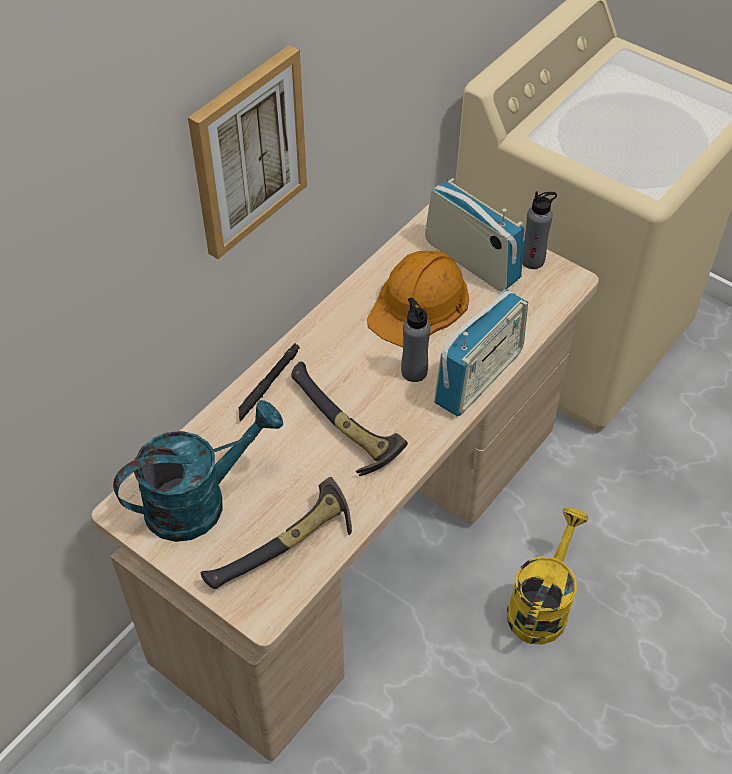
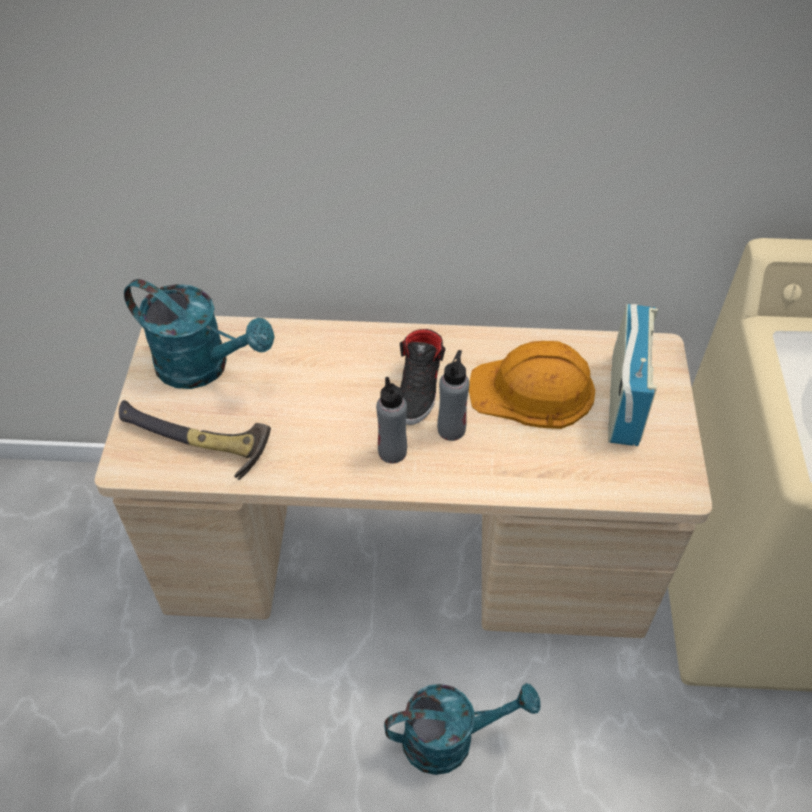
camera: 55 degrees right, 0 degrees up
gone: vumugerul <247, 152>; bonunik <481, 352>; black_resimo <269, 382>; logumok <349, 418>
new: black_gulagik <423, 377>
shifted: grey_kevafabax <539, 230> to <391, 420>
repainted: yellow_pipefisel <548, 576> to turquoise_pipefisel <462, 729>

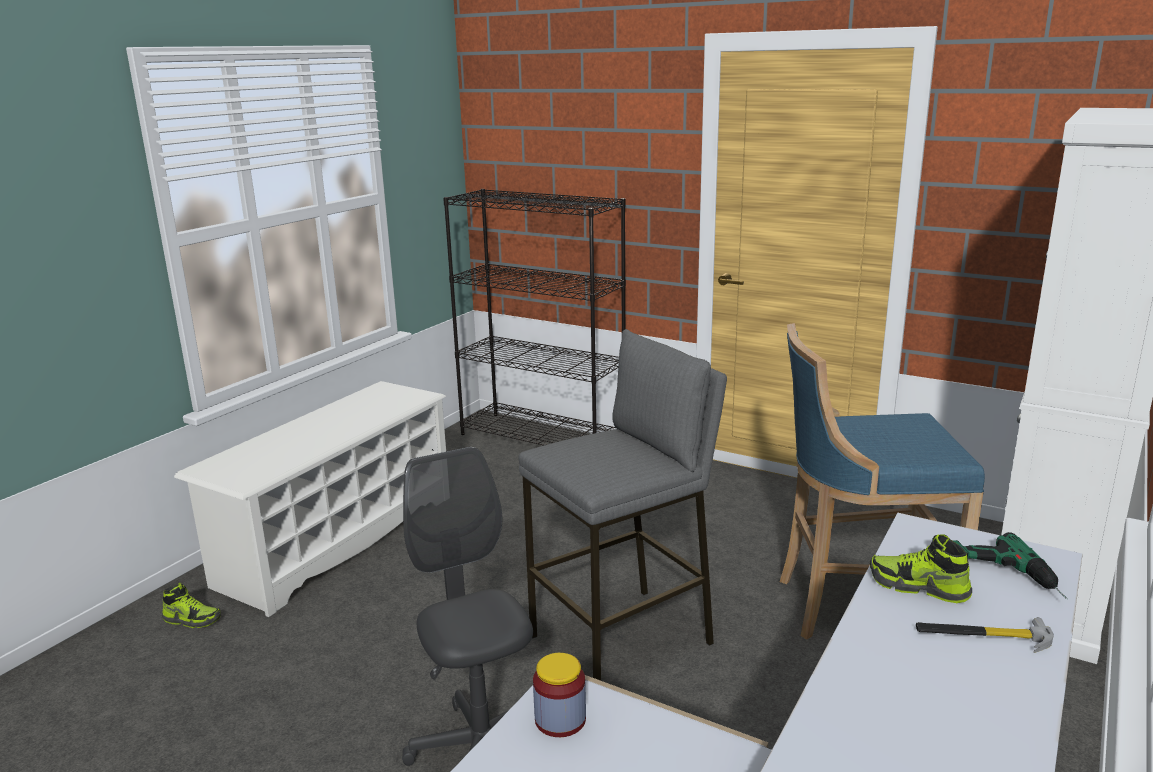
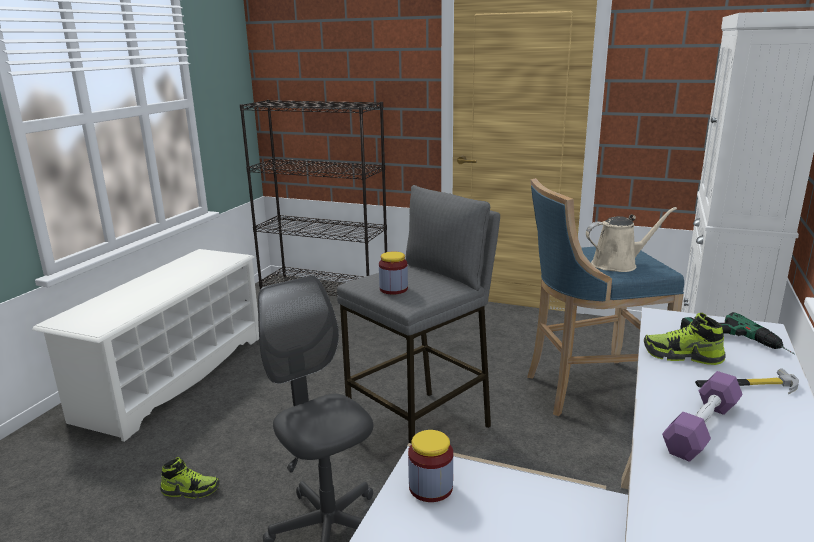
camera: 10 degrees left, 0 degrees up
new: beige_pipefisel <631, 239>; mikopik <393, 273>; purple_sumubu <702, 416>
shifted: gulagik <191, 605> to <190, 478>

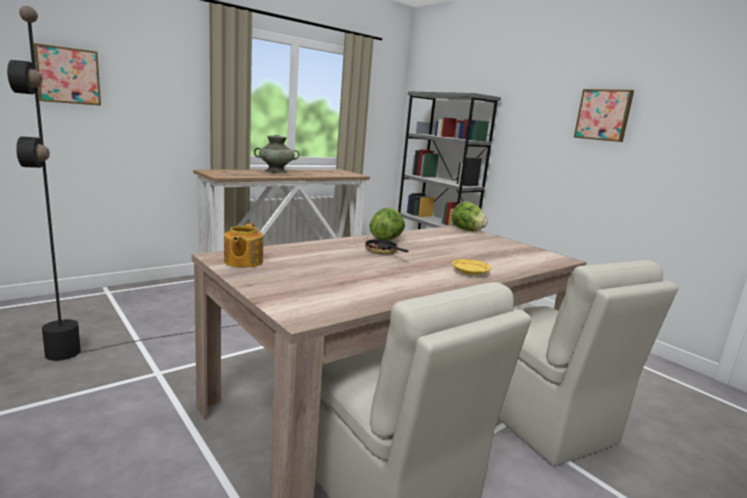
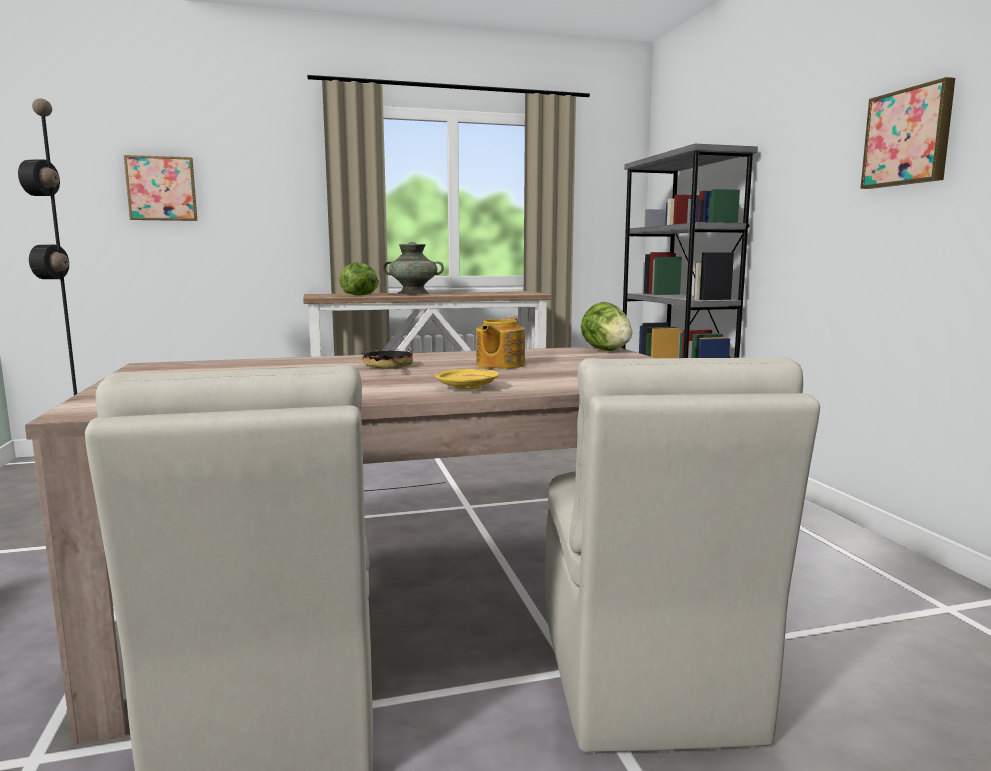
camera: 25 degrees right, 5 degrees down
shifted: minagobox <387, 224> to <359, 278>; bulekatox <243, 245> to <500, 343>

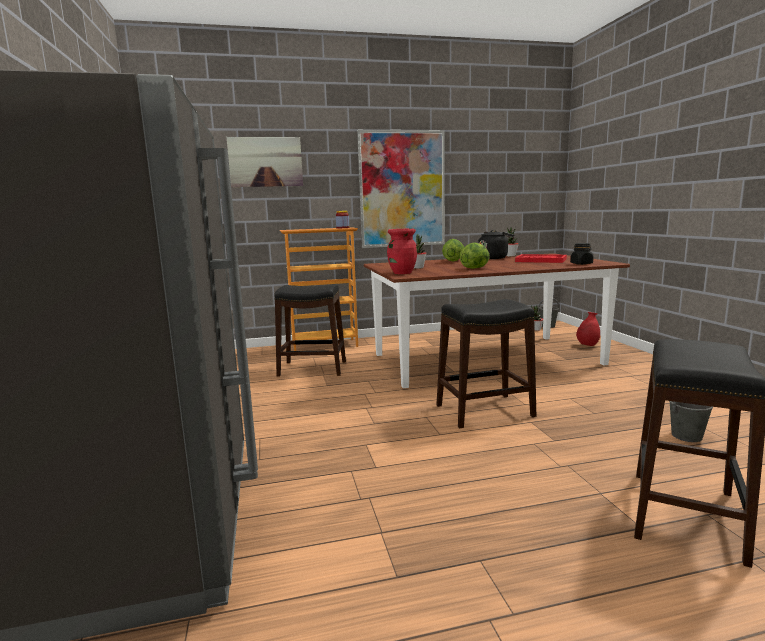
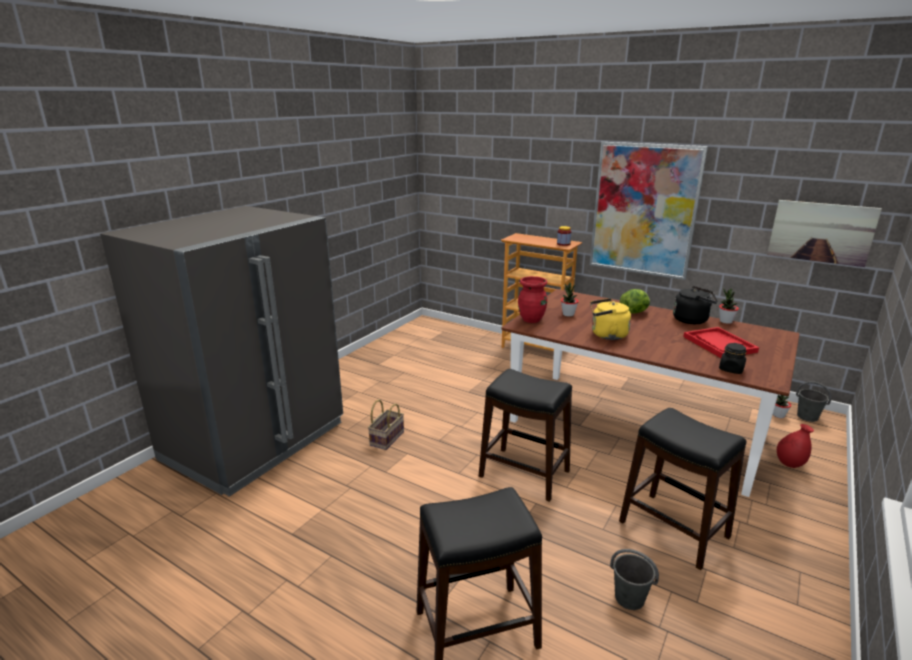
camera: 45 degrees right, 10 degrees up
new: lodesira <386, 424>
shifted: vumugerul <265, 162> to <824, 233>; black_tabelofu <310, 330> to <683, 489>
swapped: minagobox <474, 255> to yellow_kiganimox <610, 319>

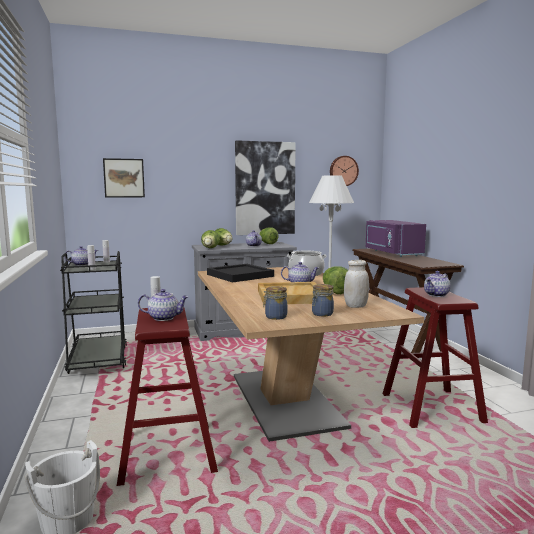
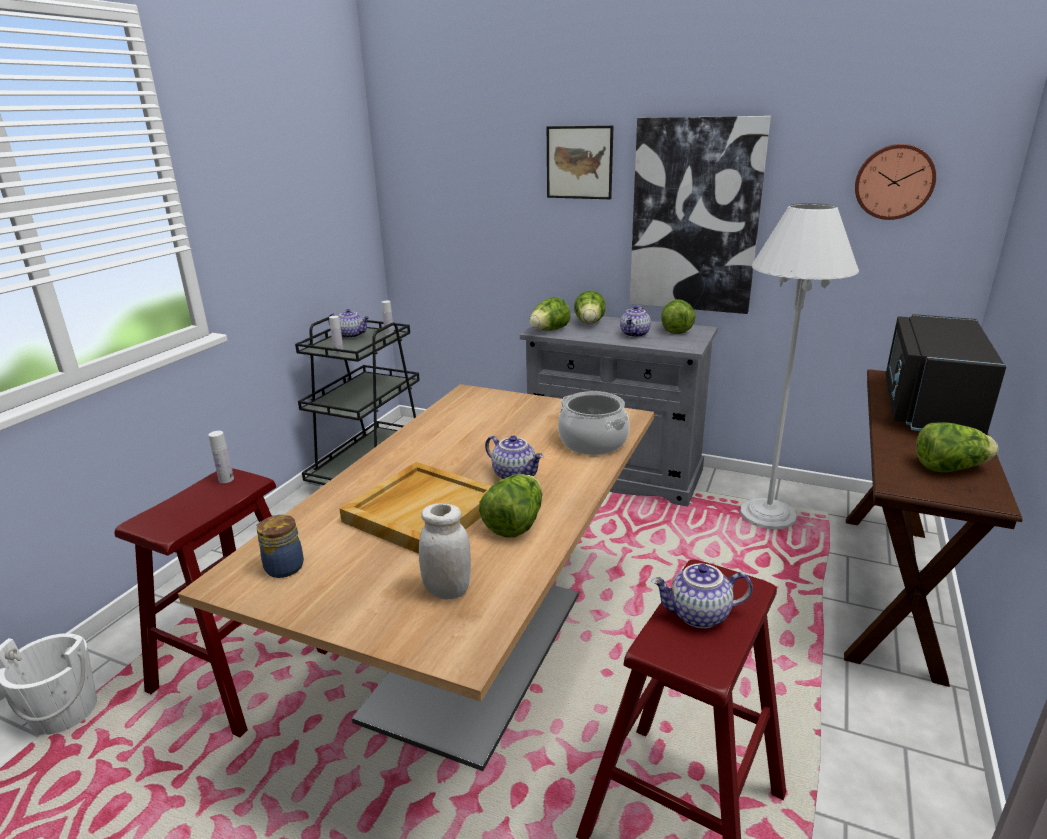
camera: 40 degrees right, 15 degrees up
gone: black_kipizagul <240, 273>; mikopik <323, 300>; bulekatox <163, 305>
new: minagobox <957, 447>
shifted: vumugerul <124, 178> to <580, 162>
repainted: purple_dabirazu <396, 238> to black_dabirazu <945, 374>

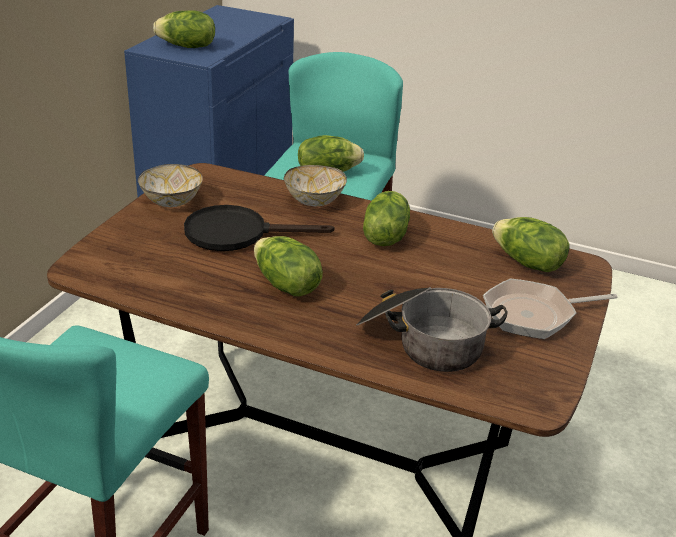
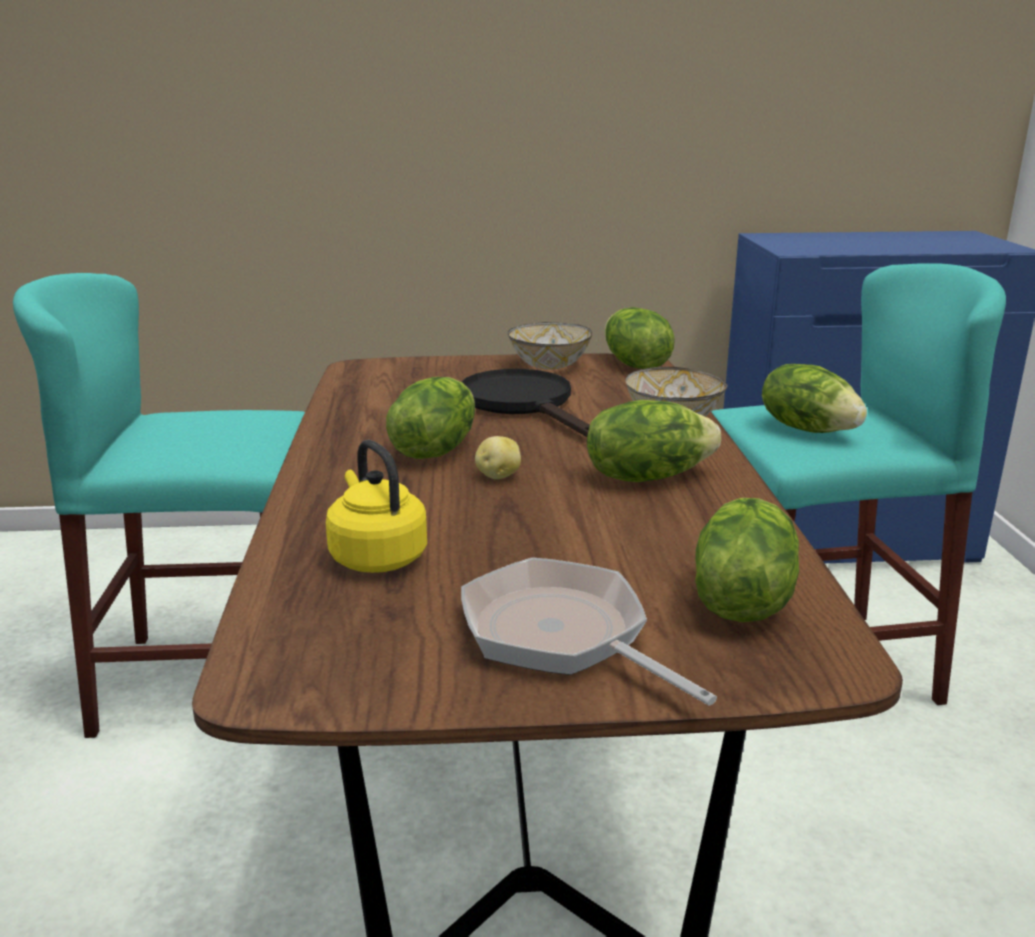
camera: 65 degrees right, 10 degrees down
new: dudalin <498, 457>
shifted: minagobox <184, 29> to <640, 338>
swapped: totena <432, 329> to yellow_kiganimox <376, 506>

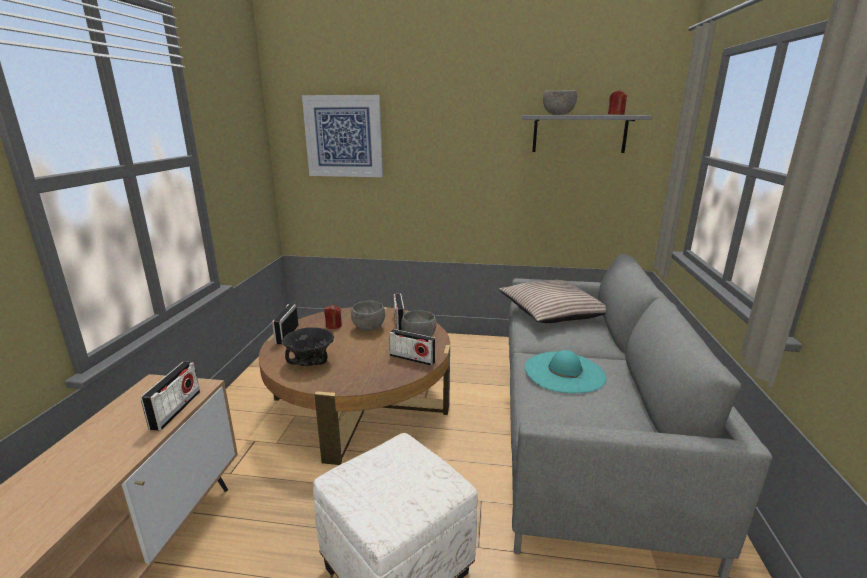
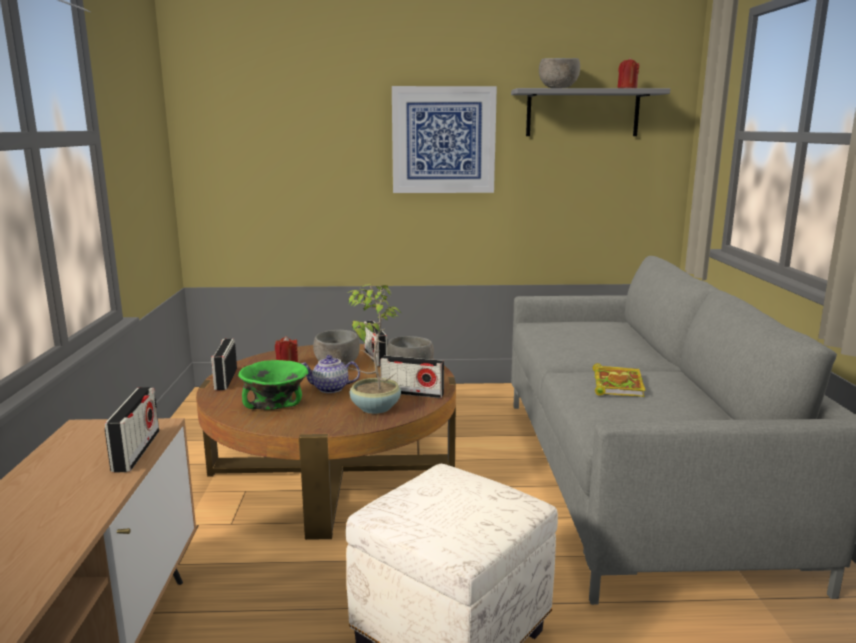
camera: 10 degrees left, 5 degrees down
gone: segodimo <552, 301>
new: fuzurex <374, 349>; bulekatox <330, 374>
shifted: vumugerul <342, 136> to <444, 139>
swapped: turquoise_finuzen <566, 371> to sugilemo <619, 380>
repainted: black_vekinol <308, 346> to green_vekinol <273, 385>

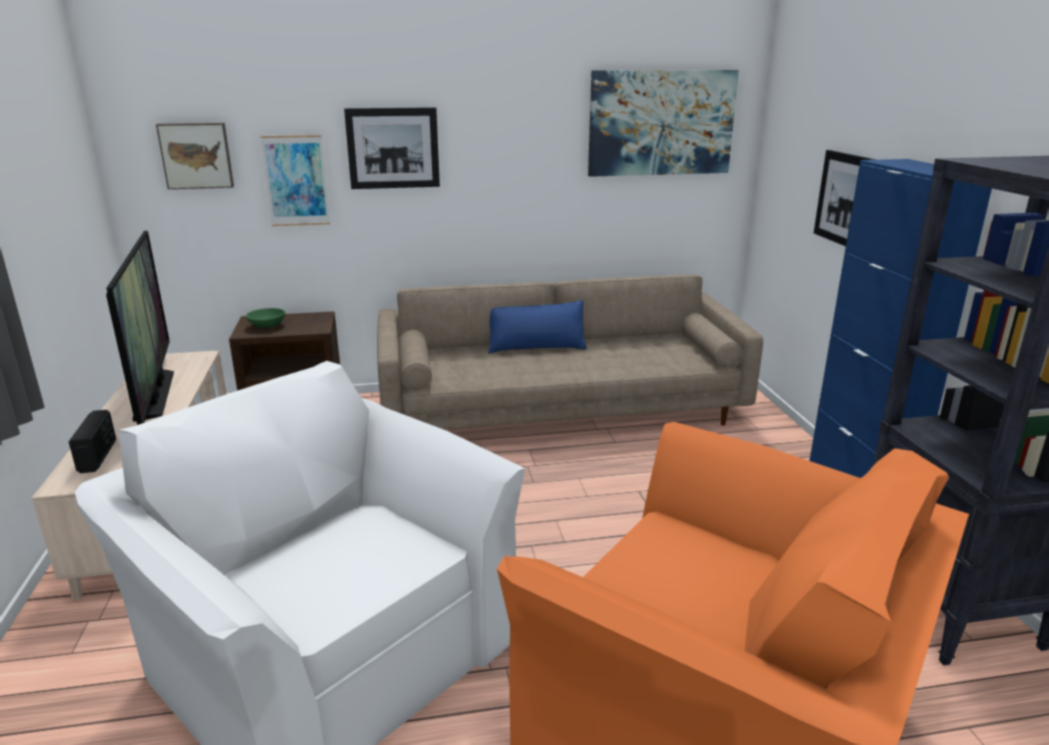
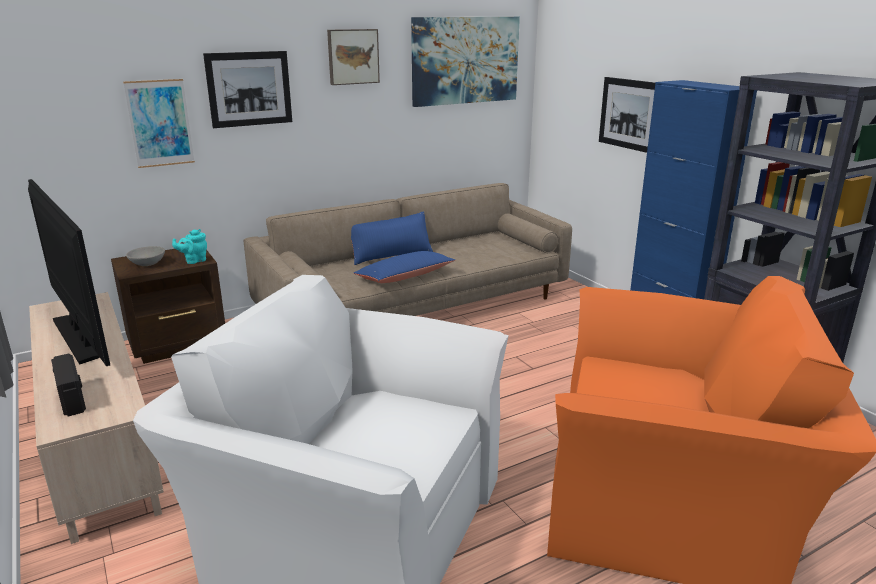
camera: 20 degrees left, 0 degrees up
new: turquoise_bulekatox <189, 246>; blue_segodimo <404, 267>
shifted: vumugerul <195, 156> to <353, 57>
repainted: green_vekinol <265, 318> to grey_vekinol <145, 256>

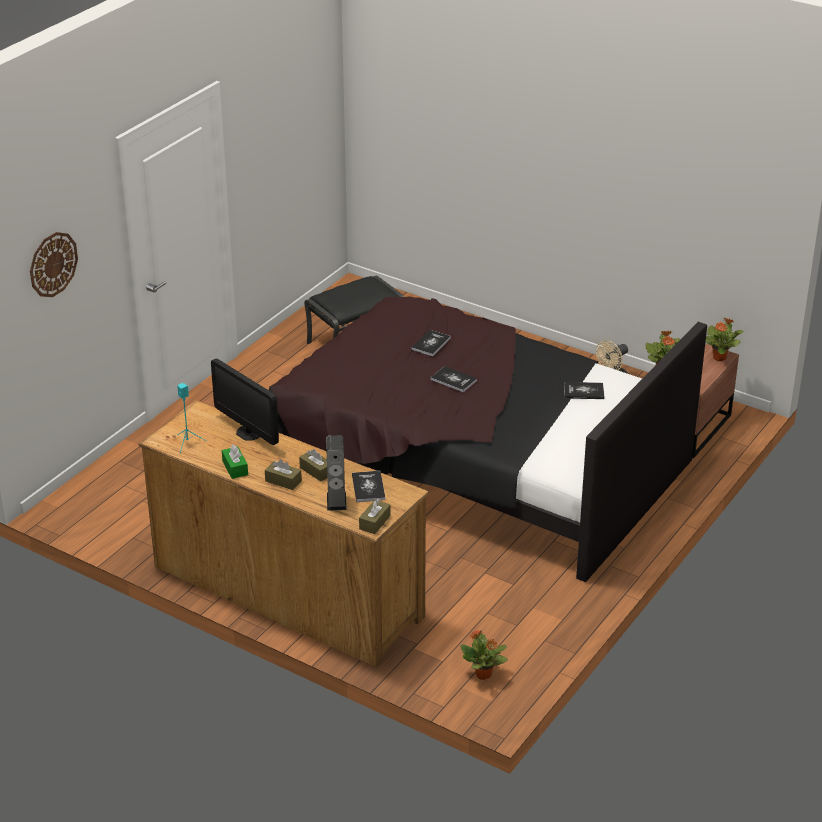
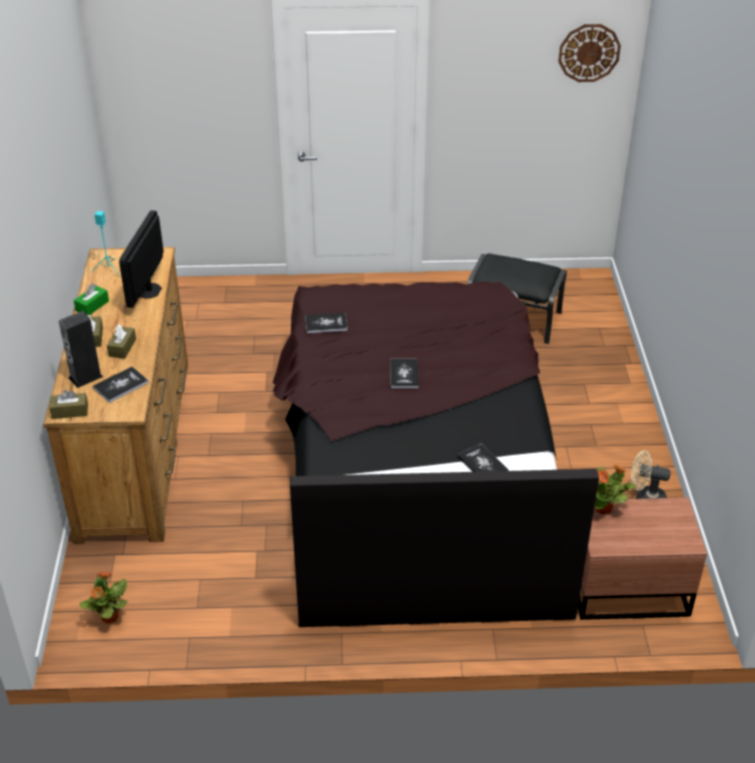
camera: 55 degrees right, 5 degrees up
gone: fuzurex <725, 339>
shifted: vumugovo <54, 264> to <589, 53>; sugilemo <431, 343> to <326, 323>

